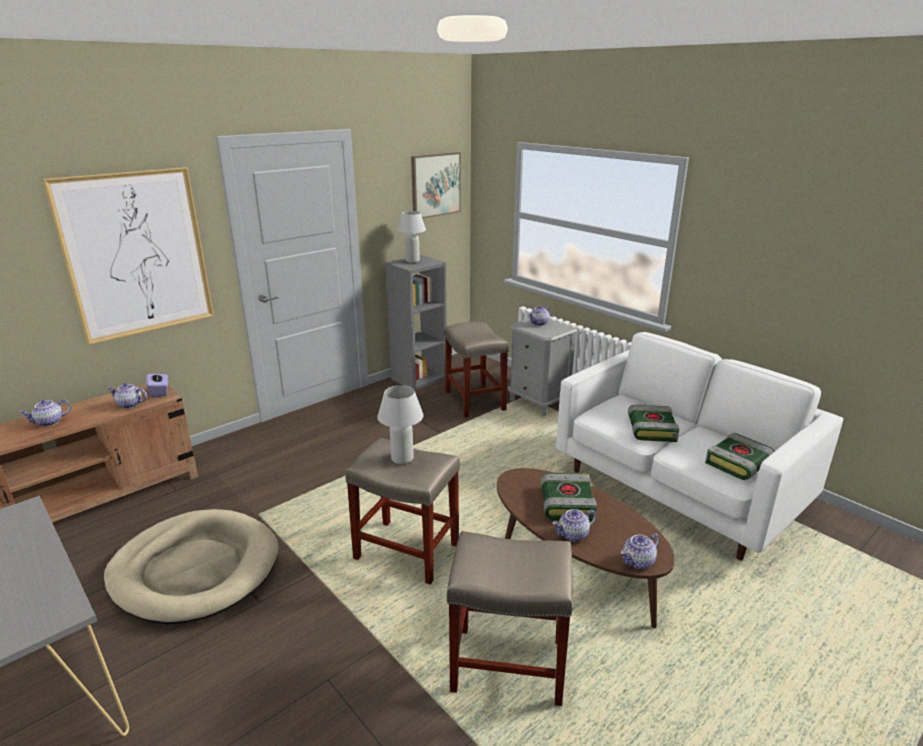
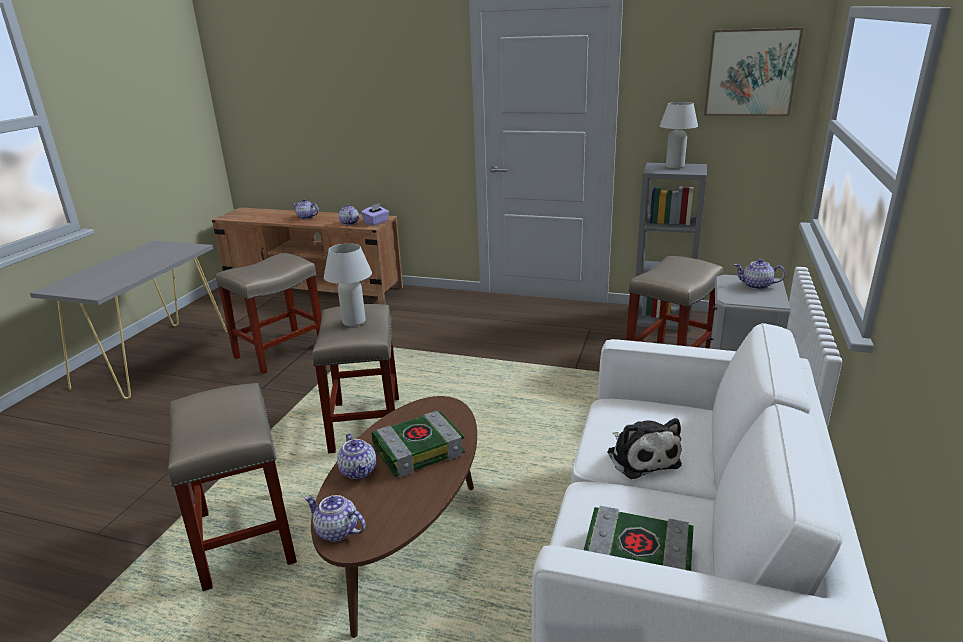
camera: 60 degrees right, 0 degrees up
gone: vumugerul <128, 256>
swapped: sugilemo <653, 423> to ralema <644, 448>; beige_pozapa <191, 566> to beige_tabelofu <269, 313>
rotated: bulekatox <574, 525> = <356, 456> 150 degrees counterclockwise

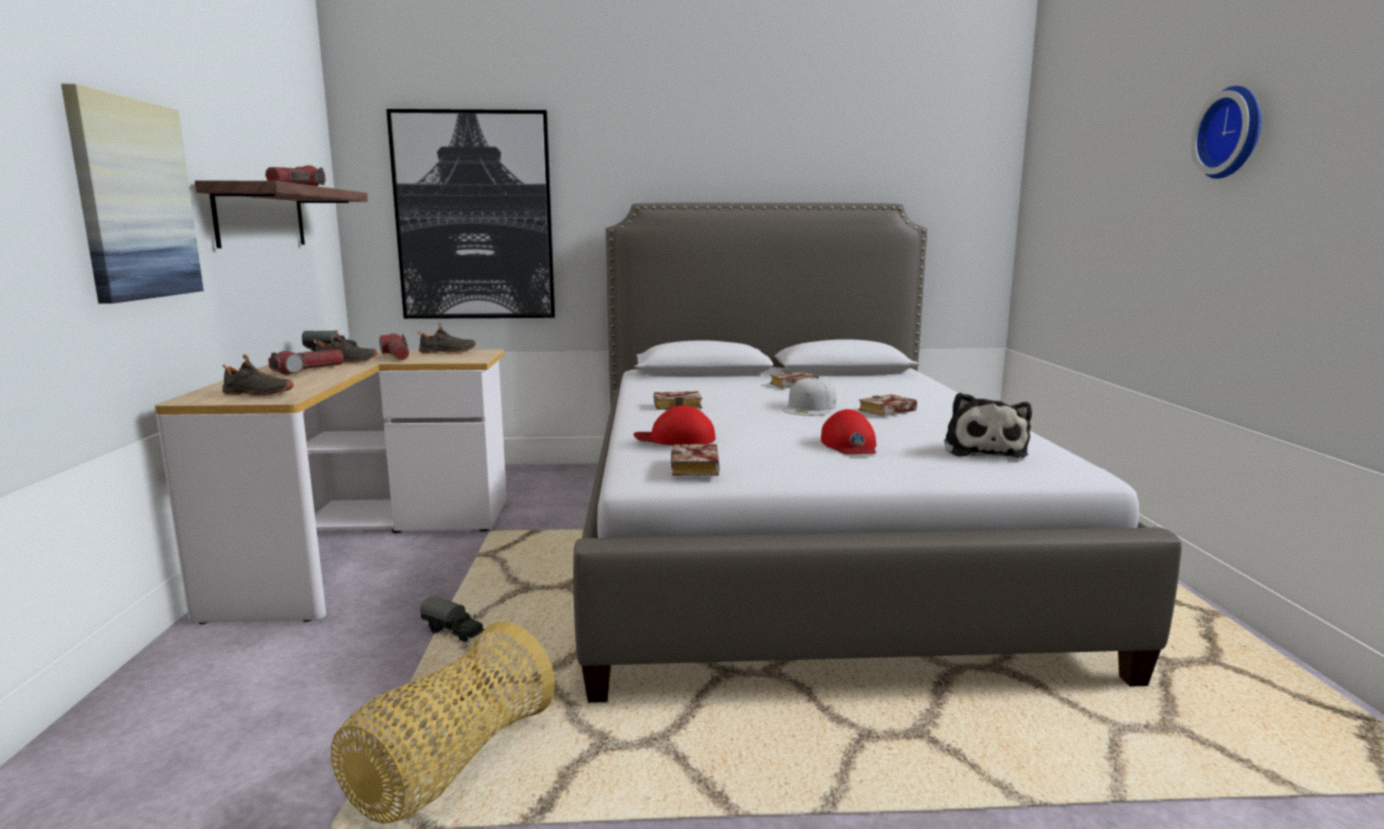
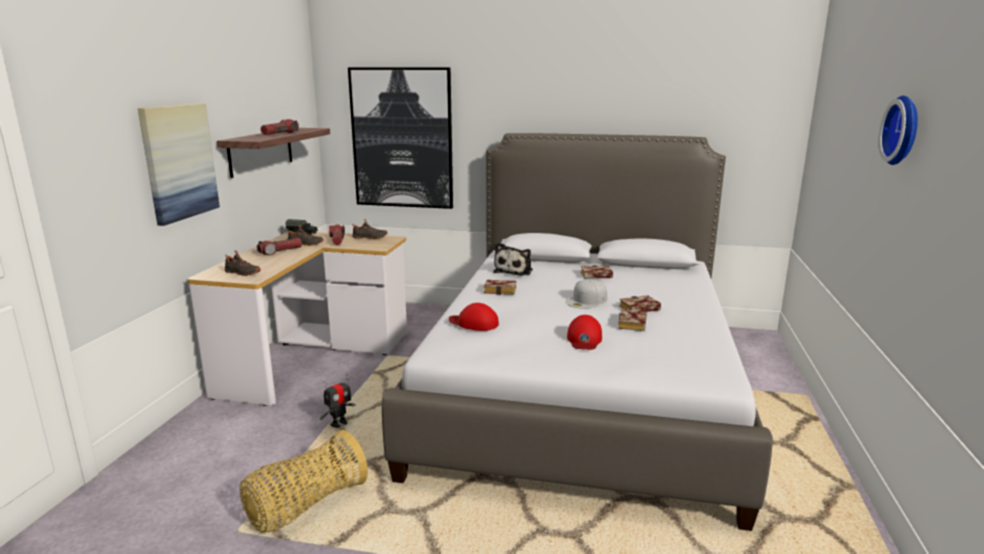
camera: 15 degrees right, 5 degrees up
shifted: ralema <988, 425> to <513, 259>; sugilemo <695, 460> to <632, 320>
swapped: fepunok <452, 619> to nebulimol <337, 401>

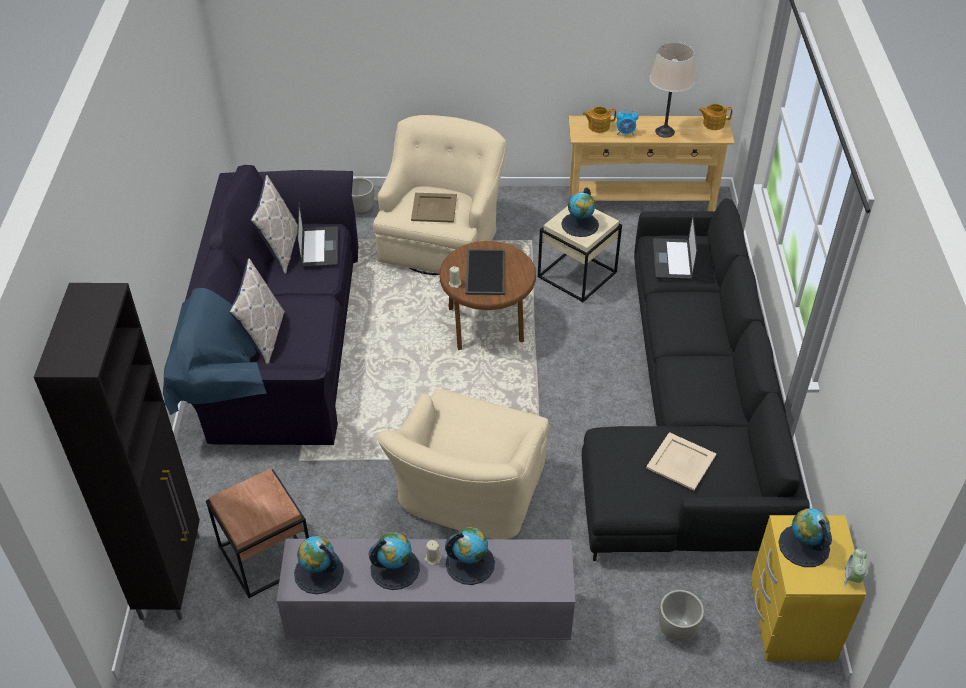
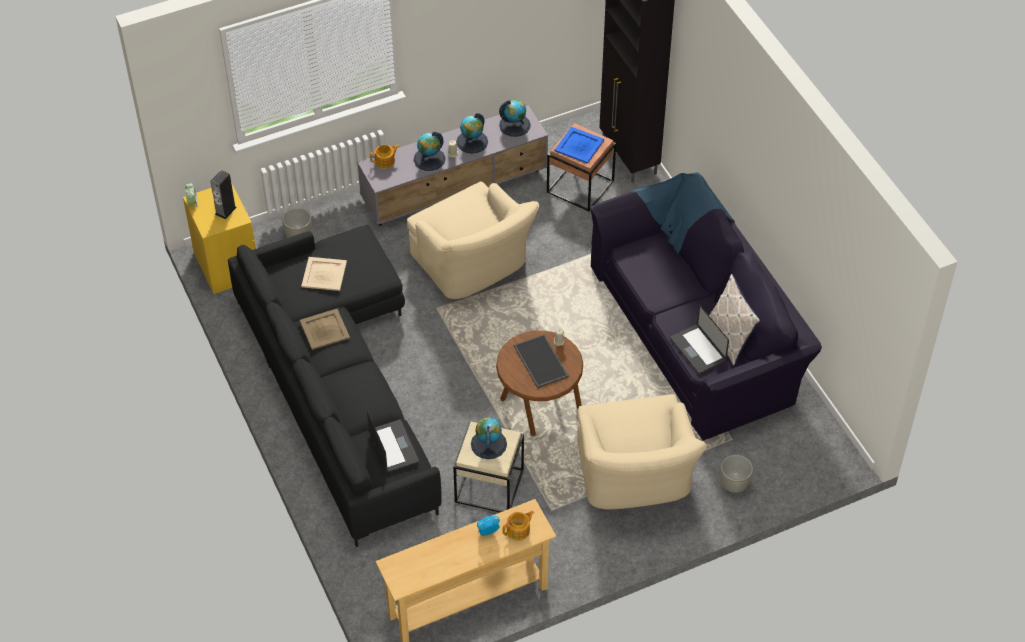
camera: 155 degrees right, 5 degrees up
gone: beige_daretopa <672, 90>; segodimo <257, 311>
new: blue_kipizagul <579, 145>
shifted: bulekatox <716, 117> to <384, 157>; beige_kipizagul <434, 208> to <325, 329>
swapped: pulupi <805, 537> to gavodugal <223, 194>
rotated: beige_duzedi <463, 463> = <473, 240> 150 degrees clockwise

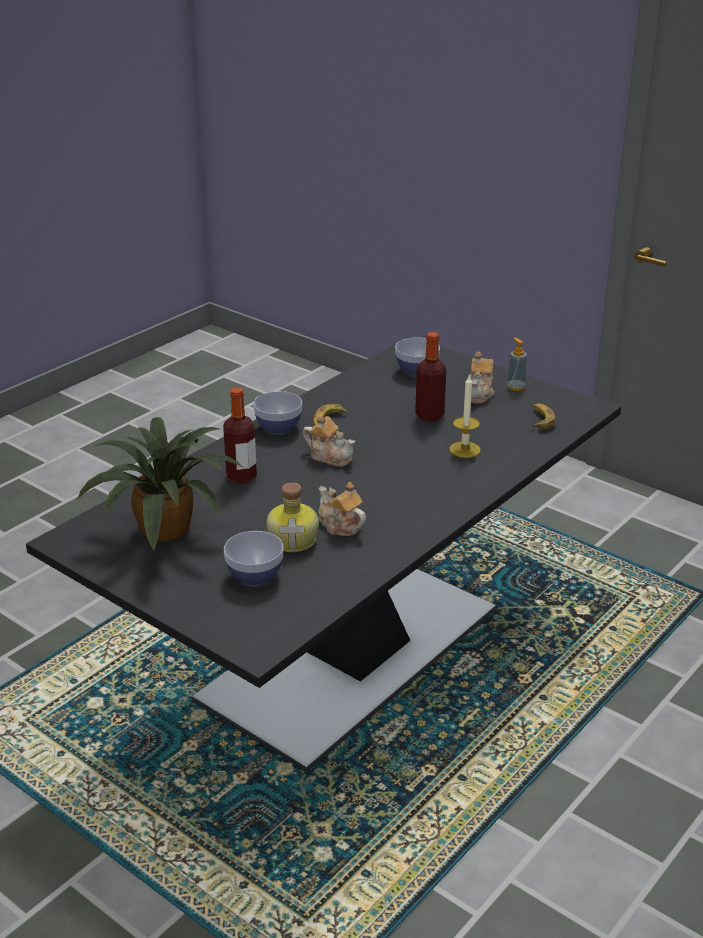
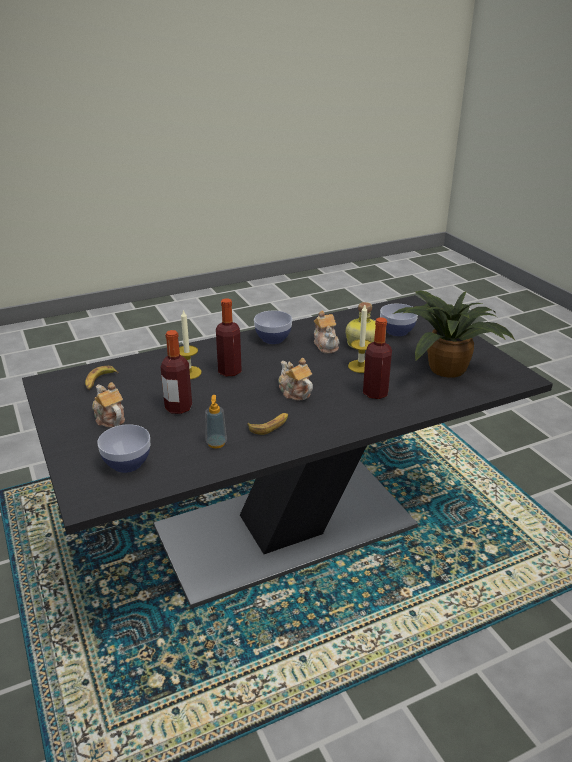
camera: 155 degrees left, 0 degrees up
new: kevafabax <229, 337>; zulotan <360, 339>
shifted: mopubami <517, 364> to <216, 421>; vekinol <277, 413> to <273, 327>
rotated: bulekatox <482, 378> = <108, 404> 75 degrees counterclockwise

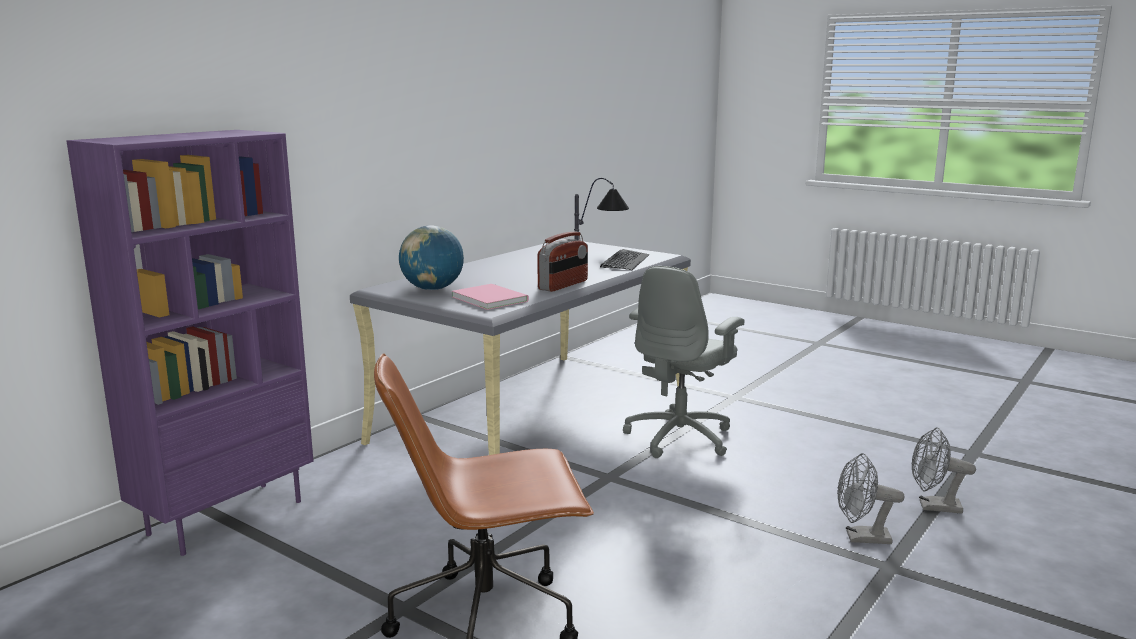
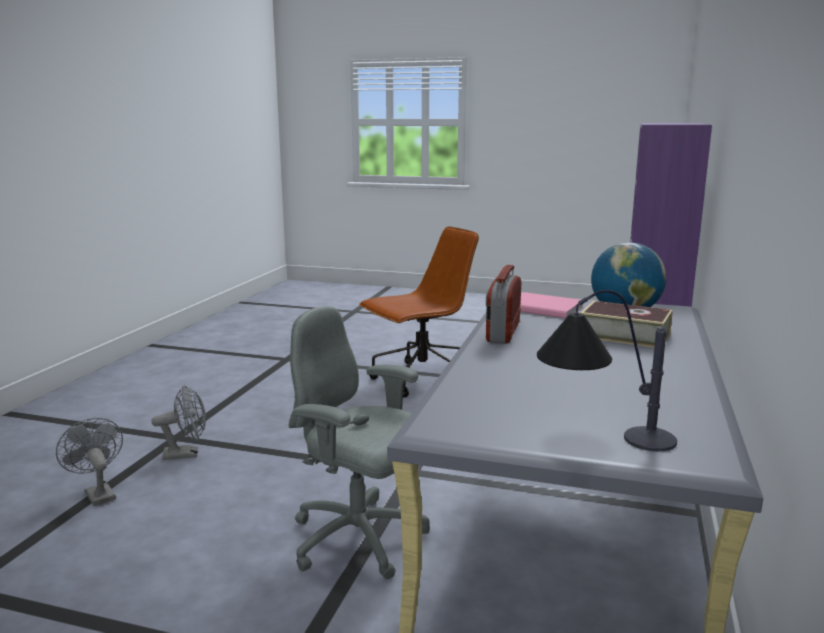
camera: 160 degrees right, 0 degrees up
gone: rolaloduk <624, 259>
new: sugilemo <626, 324>
rotated: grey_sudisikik <684, 362> = <359, 442> 75 degrees counterclockwise; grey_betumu <944, 470> = <89, 462> 120 degrees counterclockwise

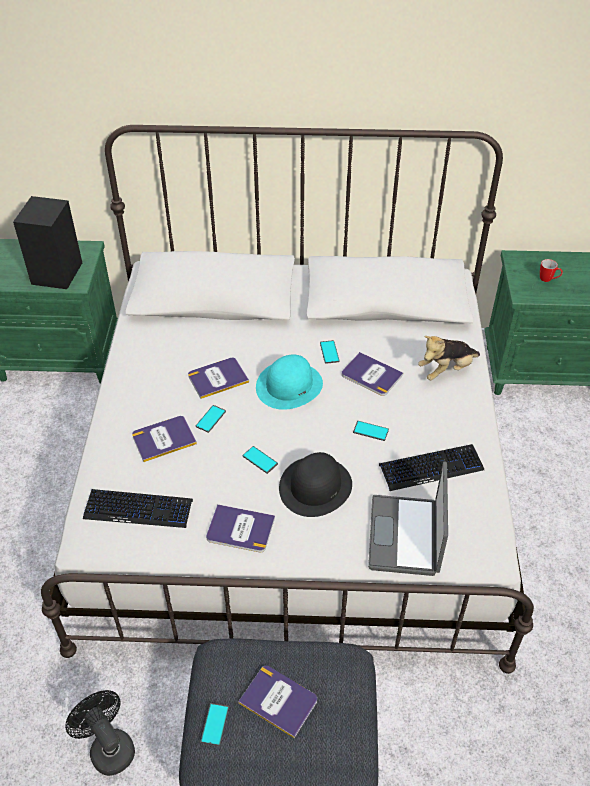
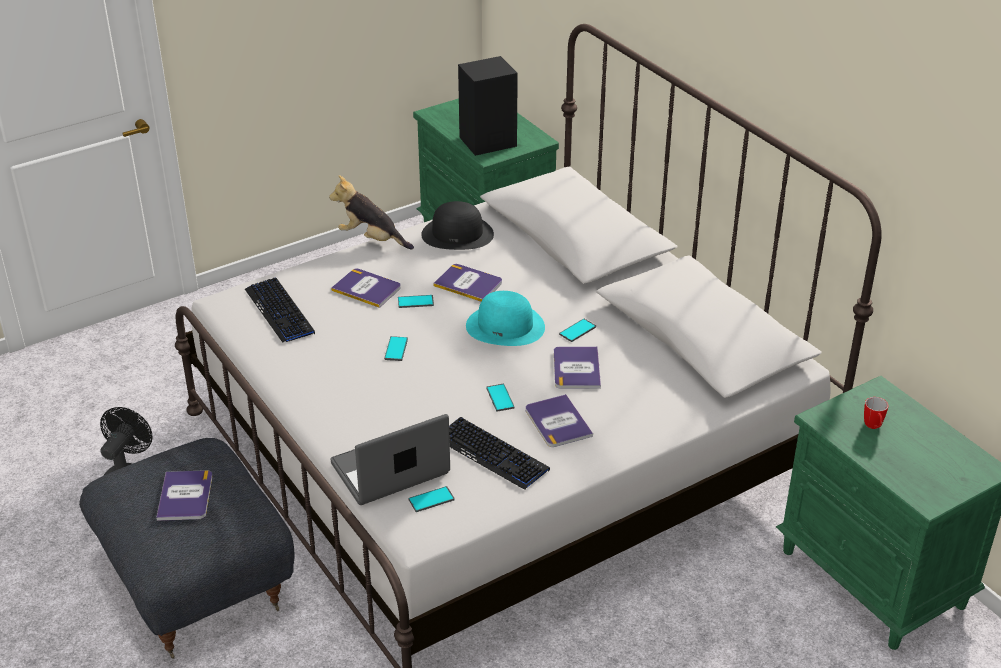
camera: 55 degrees right, 10 degrees down
shifted: ralema <449, 358> to <371, 212>; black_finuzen <315, 484> to <457, 225>; sugilemo <240, 528> to <559, 420>; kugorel <215, 724> to <432, 499>

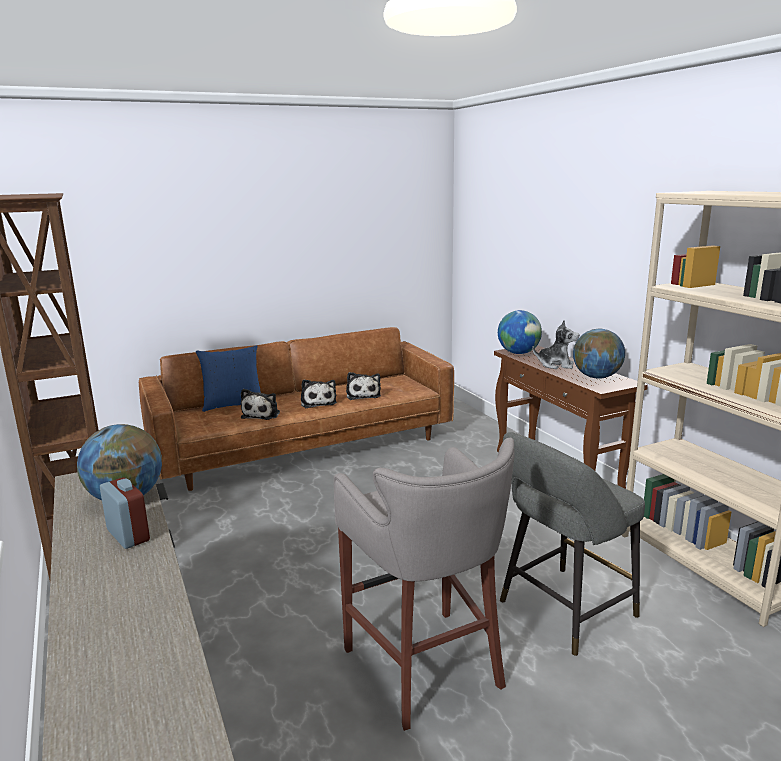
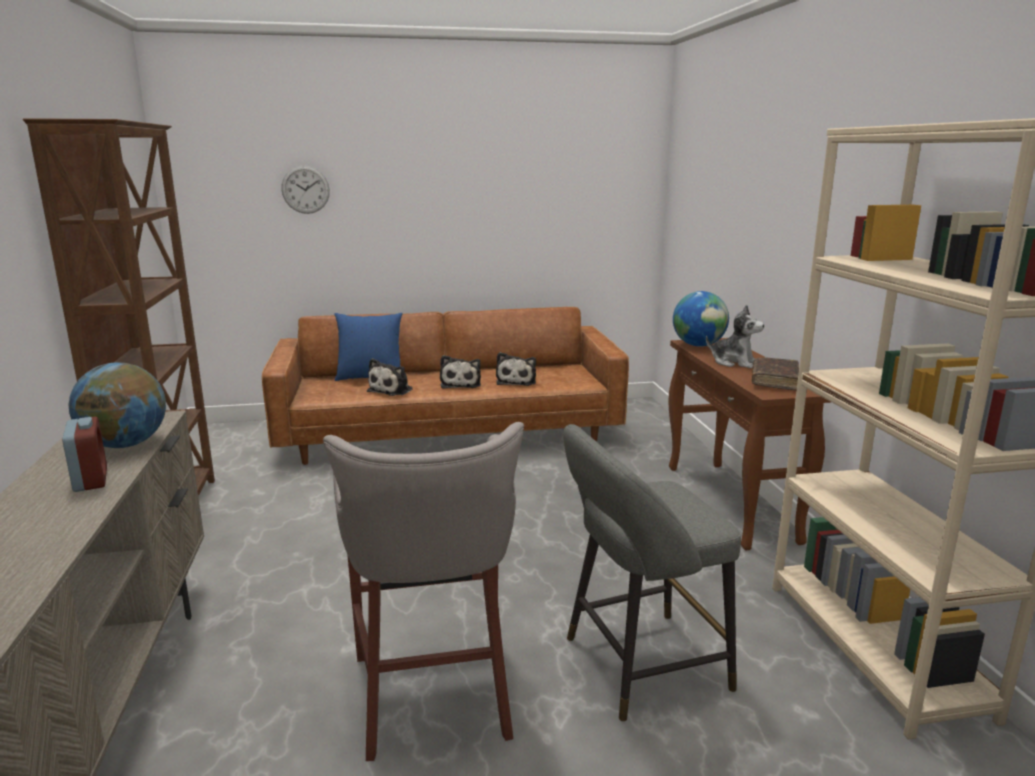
camera: 15 degrees right, 0 degrees up
new: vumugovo <305, 189>
swapped: pulupi <599, 354> to brown_sugilemo <775, 374>

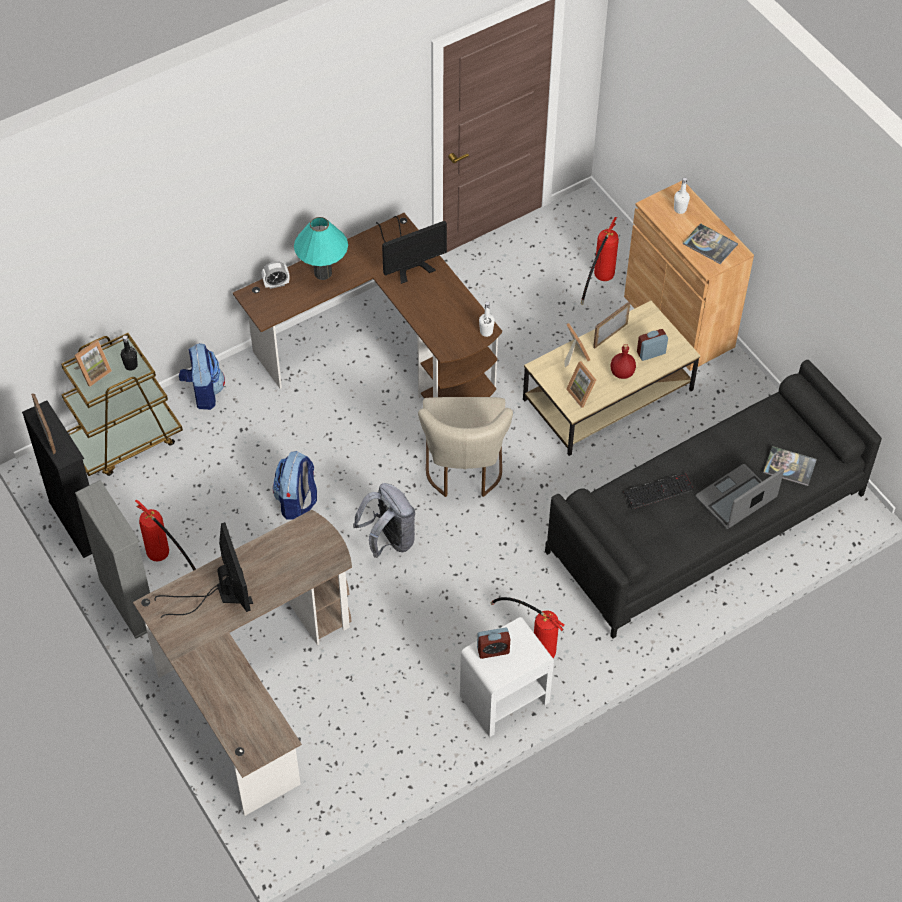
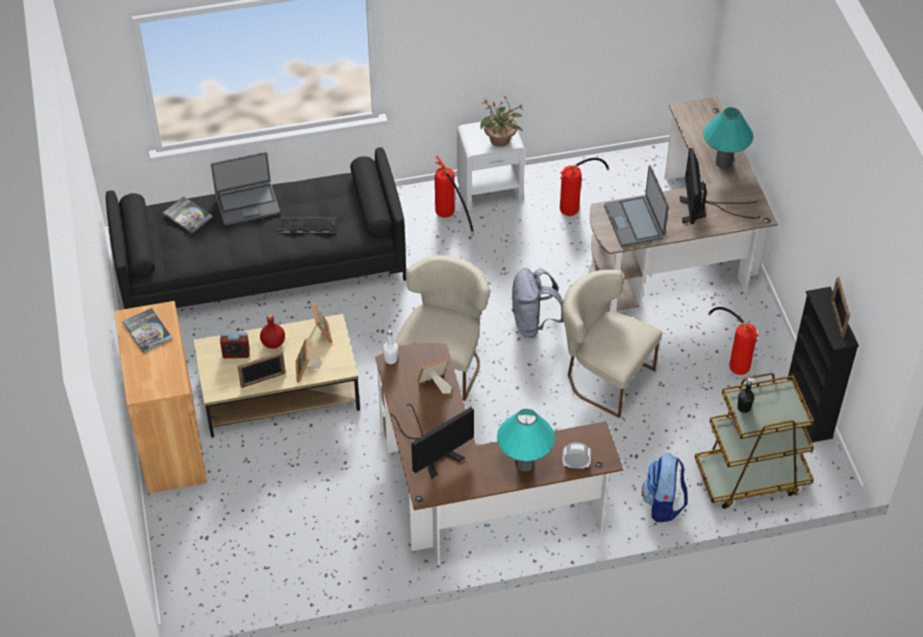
camera: 160 degrees left, 5 degrees down
gone: white_kevafabax <682, 195>; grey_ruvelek <112, 559>
new: turquoise_daretopa <728, 138>; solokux <636, 205>
shifted: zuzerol <599, 261> to <584, 187>; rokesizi <93, 363> to <434, 376>
swapped: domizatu <294, 485> to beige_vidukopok <612, 344>; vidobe <493, 643> to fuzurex <501, 122>
rotated: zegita <411, 250> = <432, 441> 150 degrees clockwise

